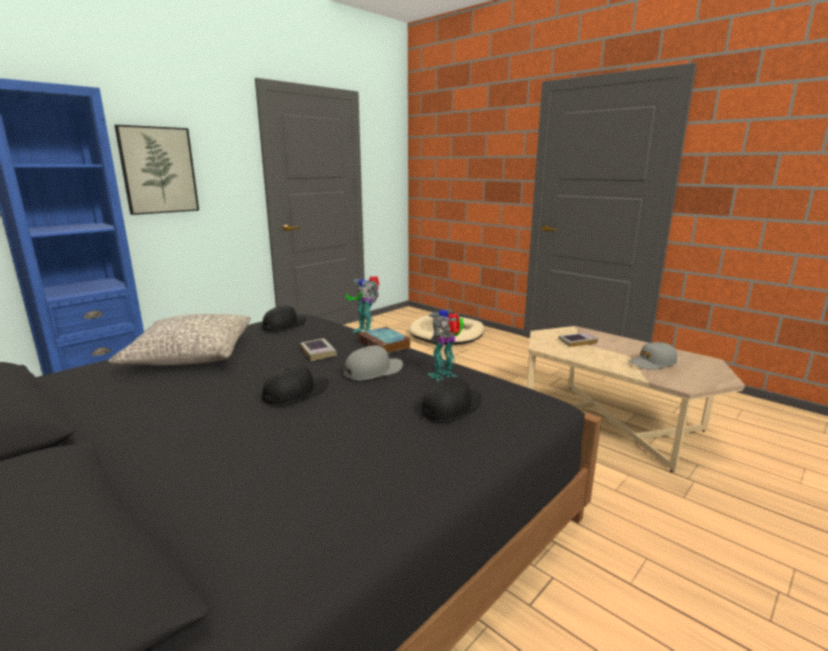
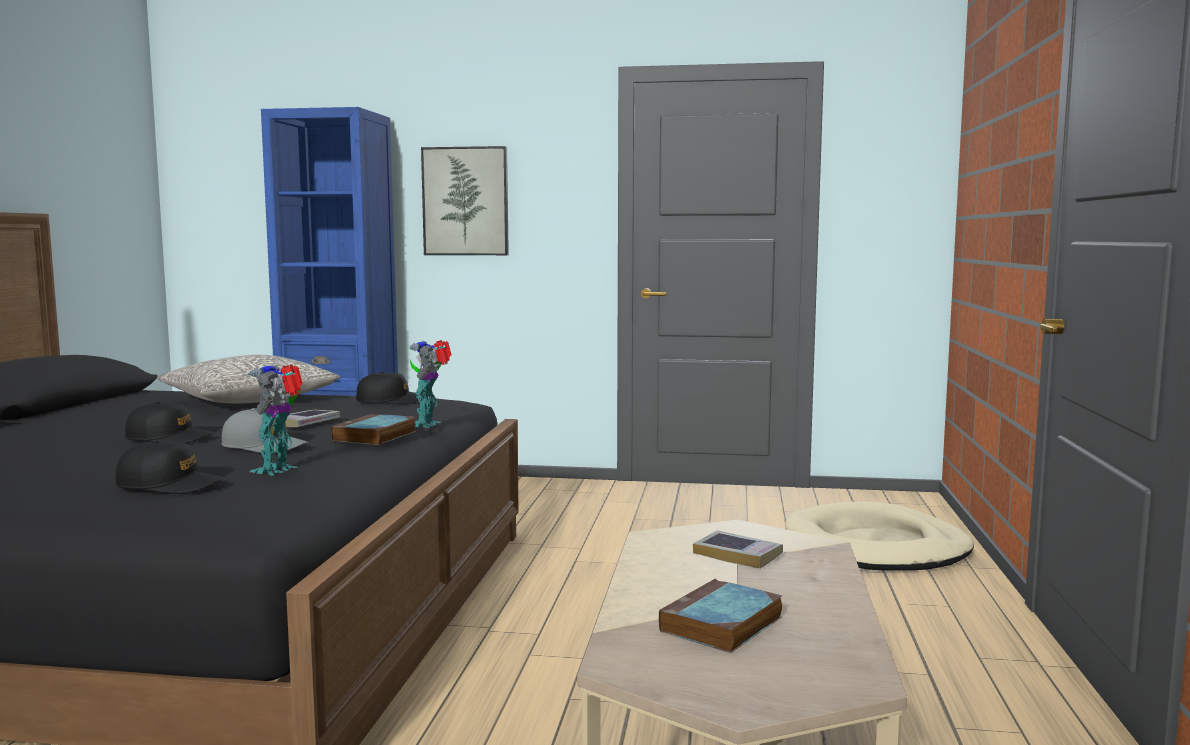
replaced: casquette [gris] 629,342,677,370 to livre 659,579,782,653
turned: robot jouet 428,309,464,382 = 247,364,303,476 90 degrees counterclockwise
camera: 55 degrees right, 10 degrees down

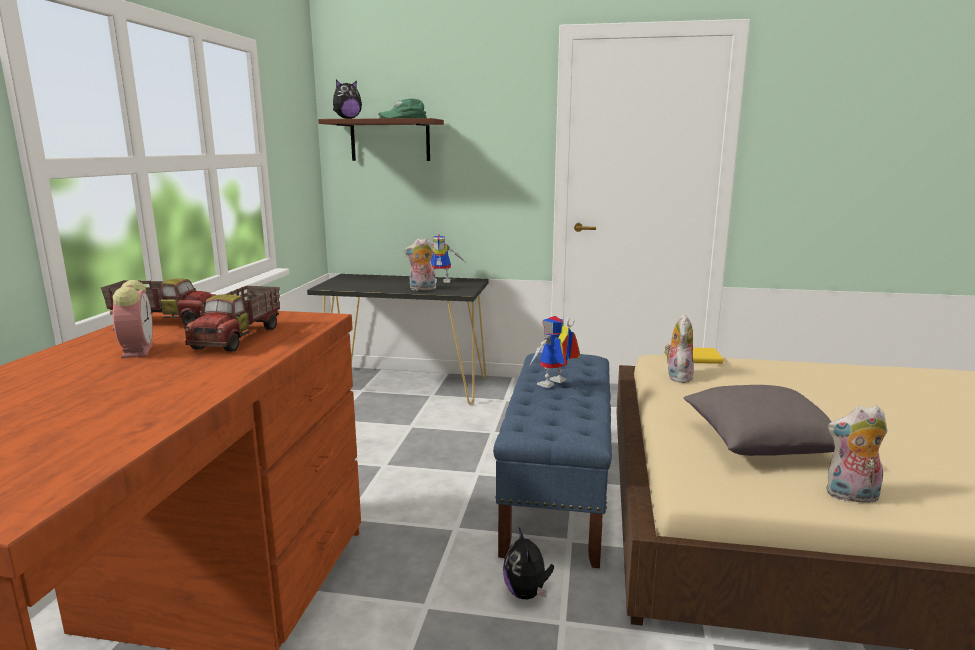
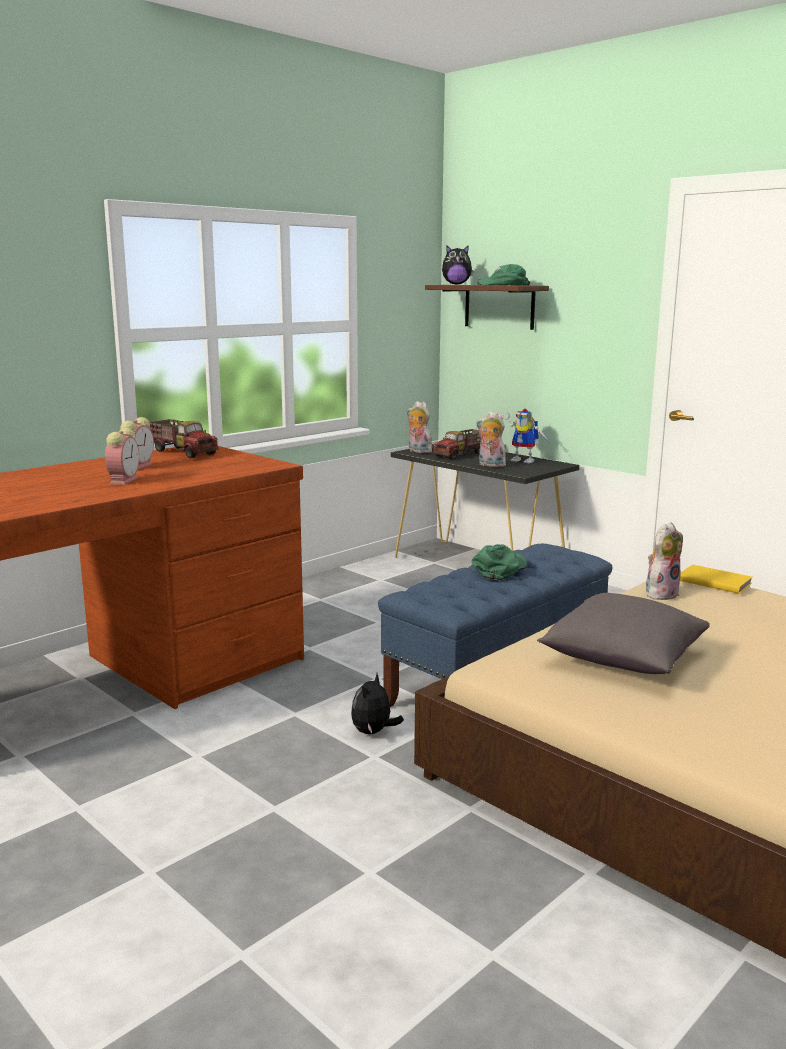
added: réveil 105,428,139,485
moved: camion jouet 184,286,280,352 to 433,429,481,459; peluche 826,405,887,506 to 406,401,432,453
replaced: robot jouet 529,316,580,388 to casquette [vert] 472,544,527,581
camera: 35 degrees right, 0 degrees up

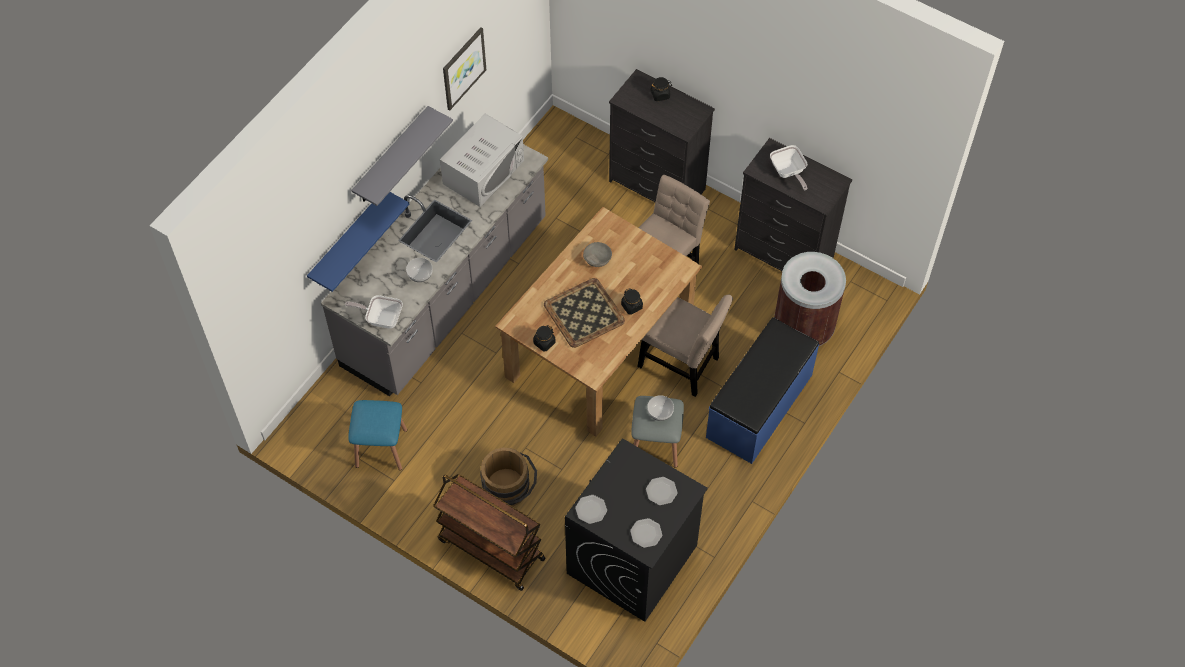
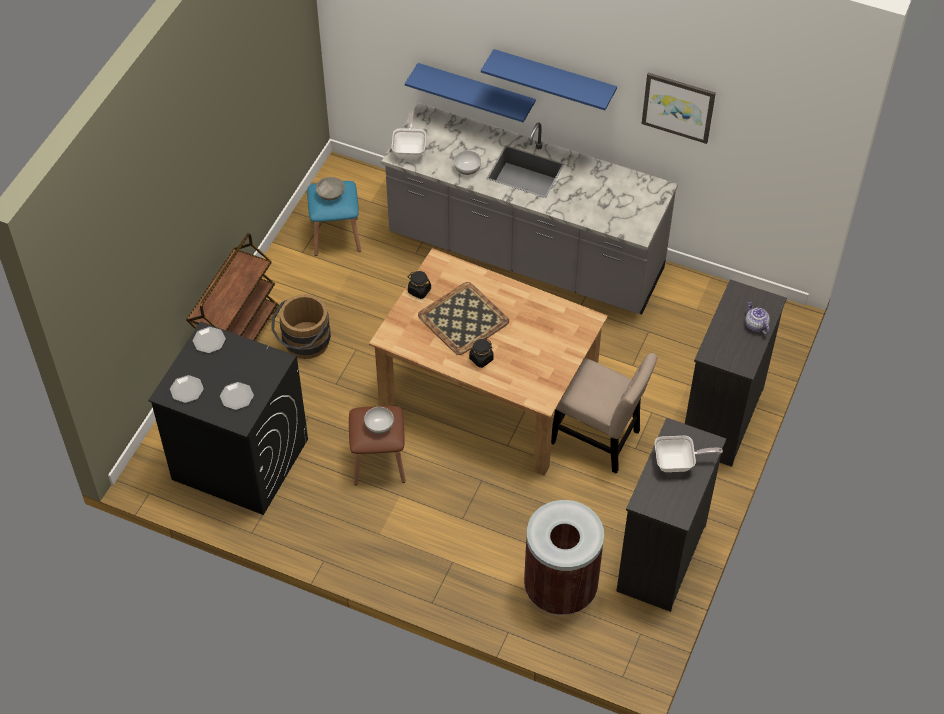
removed: micro-ondes [blanc] 440,114,524,207; chaise [beige] 637,294,733,397; banc [bleu] 706,317,819,464
moved: bol [gris] 583,242,612,267 to 316,177,345,200
replaced: bocal [noir] 650,77,672,101 to théière 745,301,770,334
recoloured: étagère [gris] 351,106,453,206 to étagère [bleu] 481,49,617,110; tabouret [gris] 631,396,684,468 to tabouret [marron] 349,406,406,485
turned: poêle 770,145,807,190 = 655,436,723,472 150 degrees counterclockwise
camera: 80 degrees right, 5 degrees down

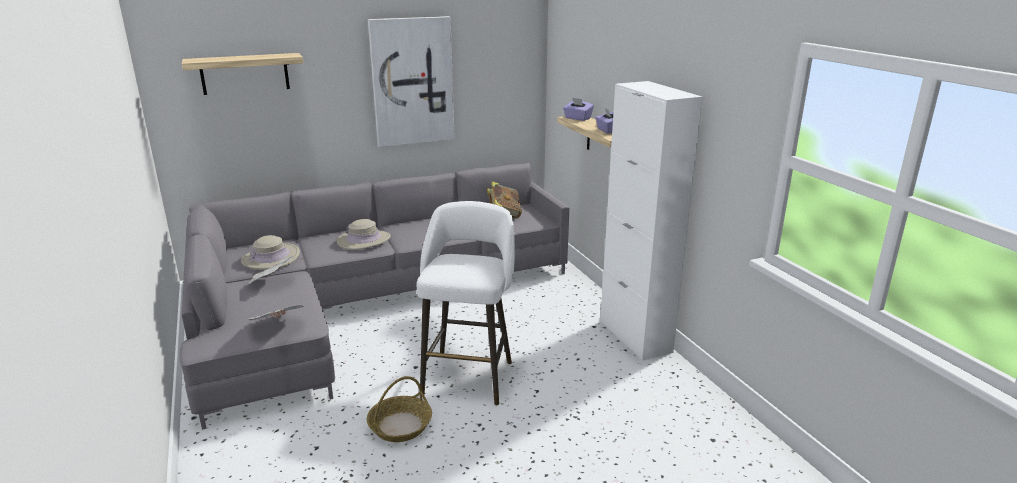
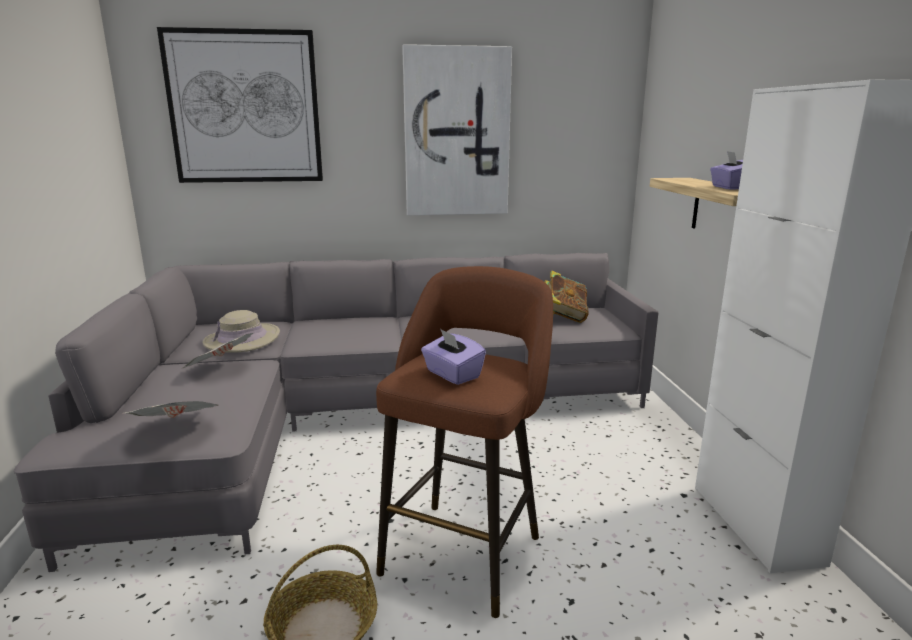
removed: chapeau [beige] 337,219,391,250
moved: boîte à mouchoirs [violet] 563,97,594,121 to 421,329,486,385
replaced: étagère 182,53,303,95 to tableau 157,27,323,183
recoloured: tabouret [blanc] 417,201,515,405 to tabouret [marron] 376,266,553,618
camera: 15 degrees right, 5 degrees down

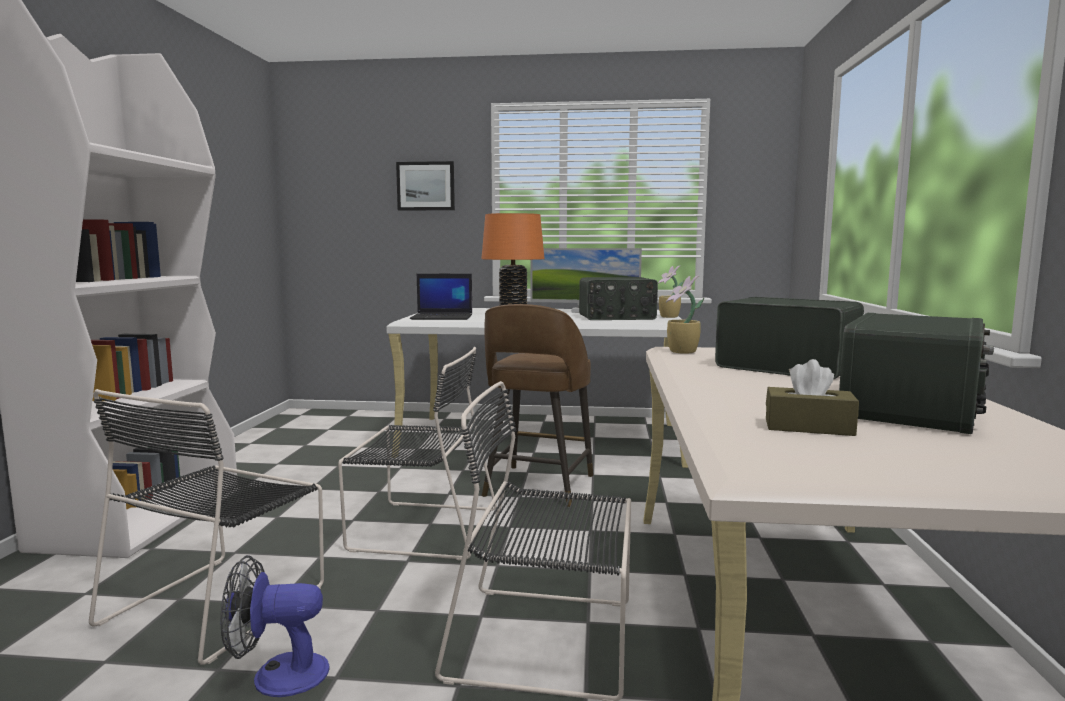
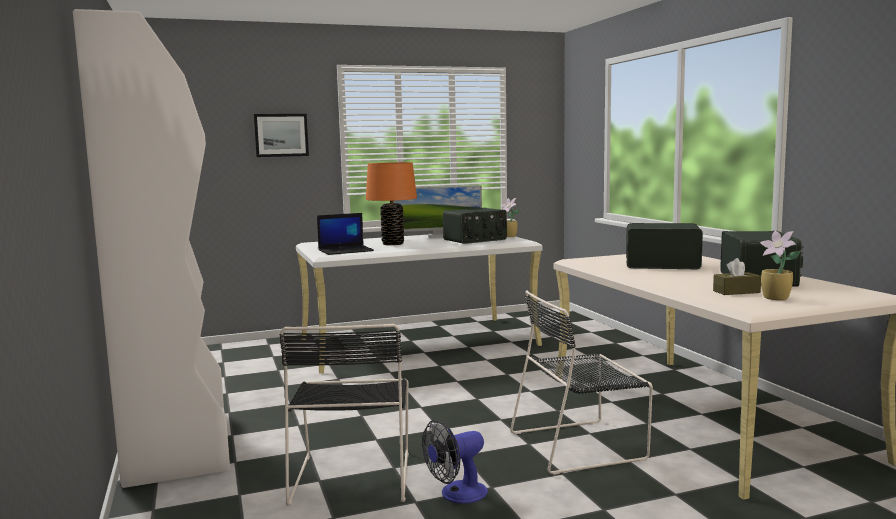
removed: chaise [noir] 338,347,497,560; tabouret [marron] 482,304,593,507
moved: plante en pot 666,276,704,354 to 760,231,801,300
camera: 25 degrees left, 0 degrees up

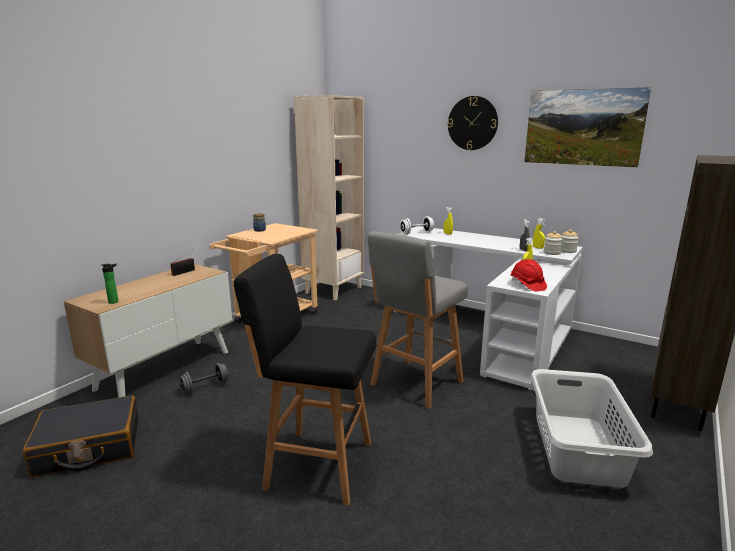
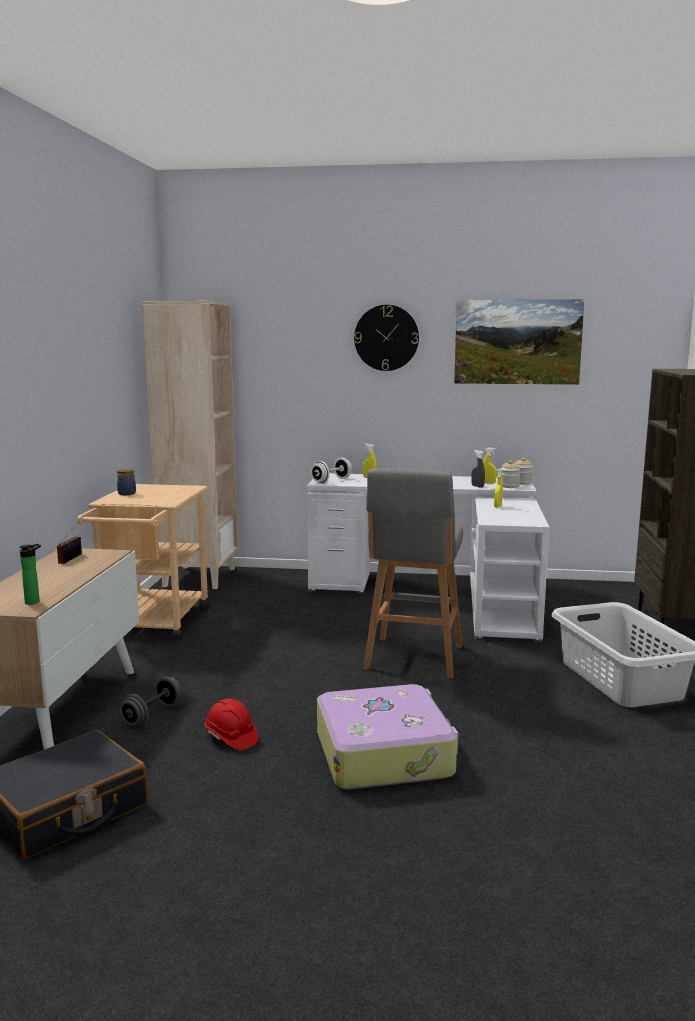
moved: casque de chantier [rouge] 510,259,547,291 to 205,699,259,750
replaced: tabouret [noir] 234,254,376,505 to valise 317,684,458,790
camera: 25 degrees left, 5 degrees down

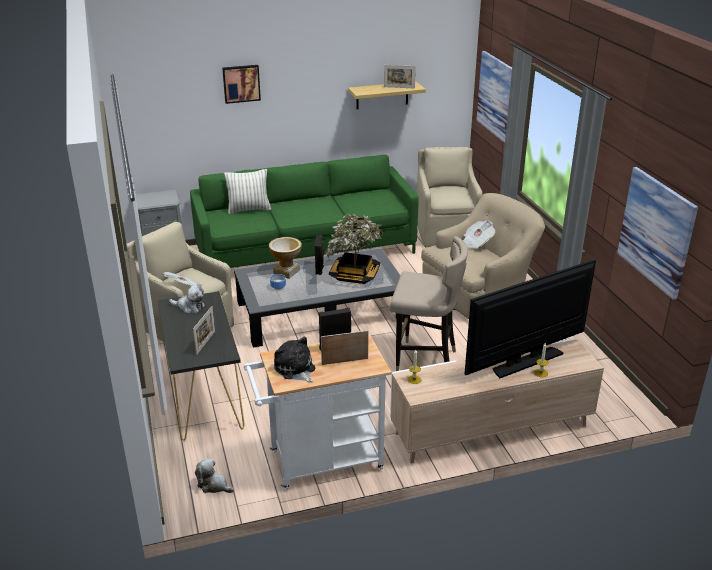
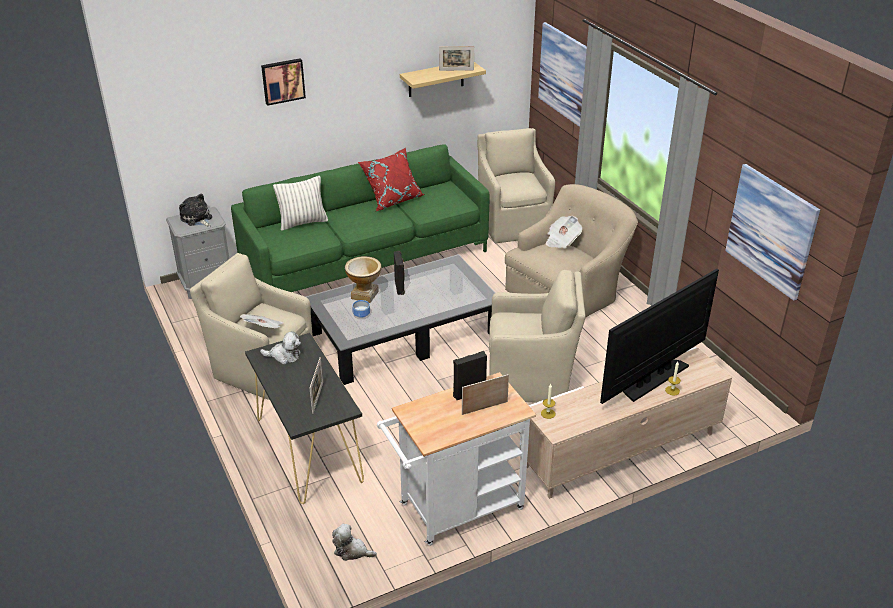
removed: plante en pot 324,213,384,284
added: coussin [rouge] 358,148,425,211
moved: peluche 274,337,315,383 to 179,193,212,226
replaced: tabouret [beige] 390,236,468,371 to fauteuil [beige] 489,270,586,403
camera: 10 degrees left, 5 degrees up

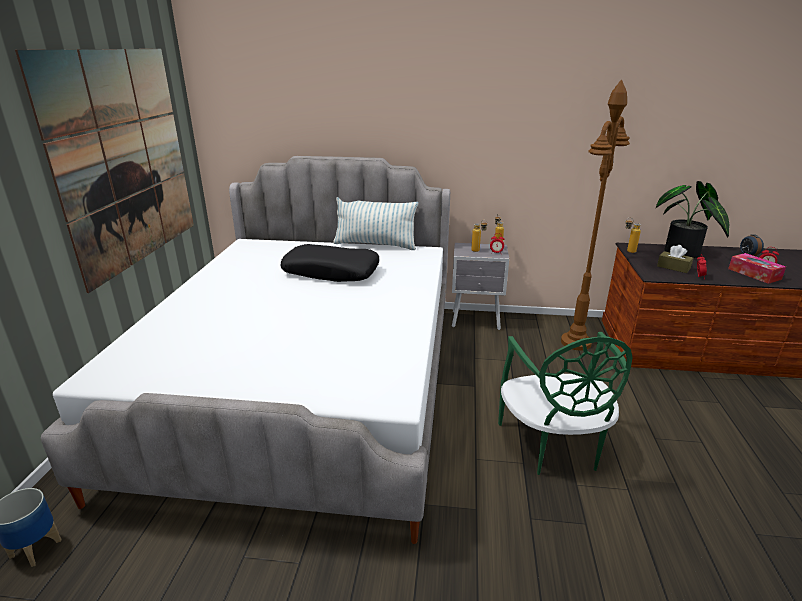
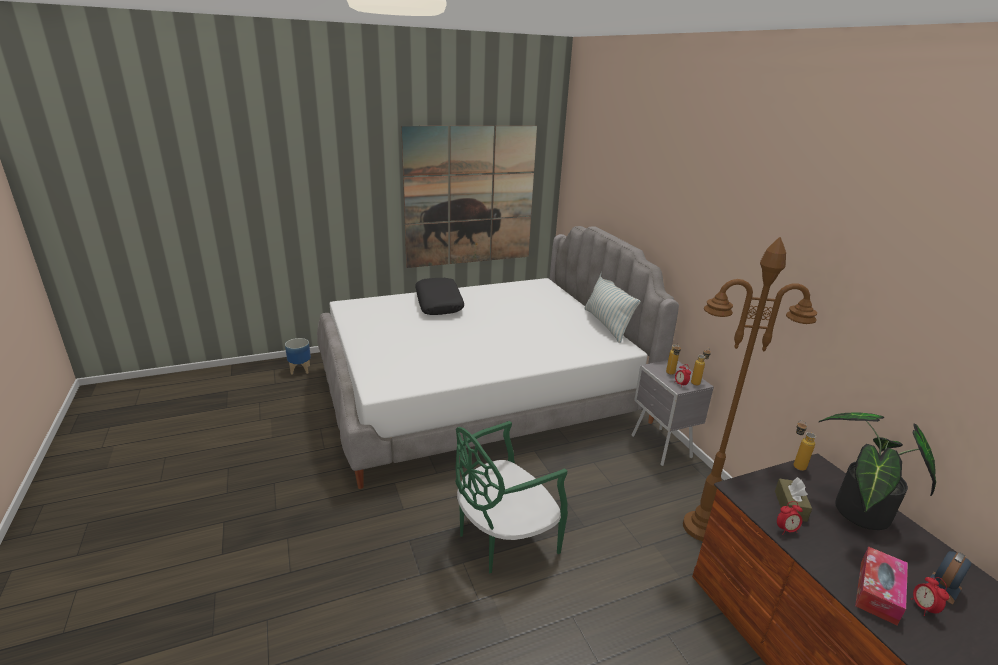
moved: coussin [noir] 280,244,379,282 to 415,278,464,315
camera: 60 degrees right, 0 degrees up

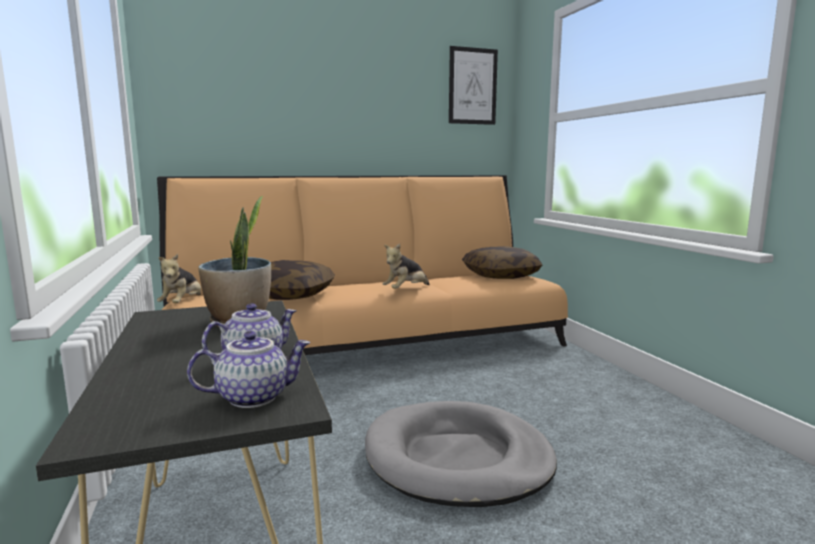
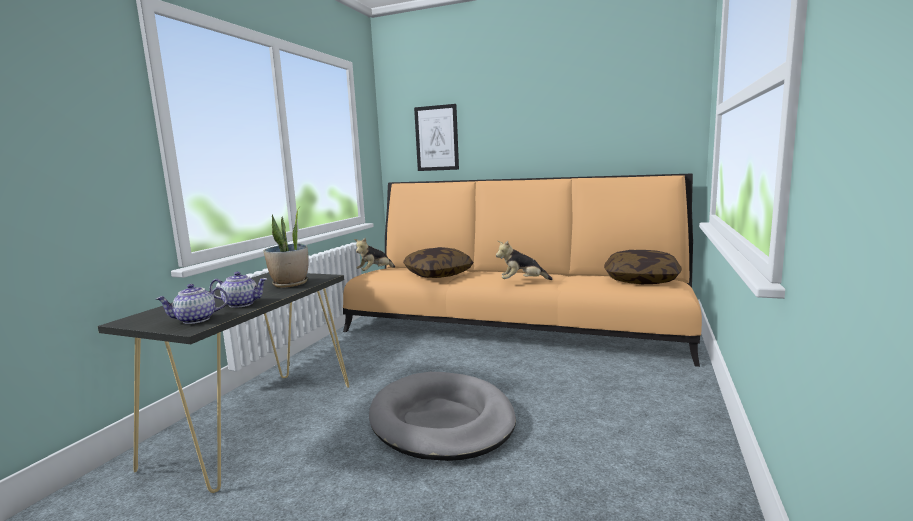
moved: tableau 449,46,498,125 to 414,104,459,171
turned: théière 187,331,310,408 = 156,284,228,324 135 degrees clockwise
camera: 40 degrees right, 0 degrees up

